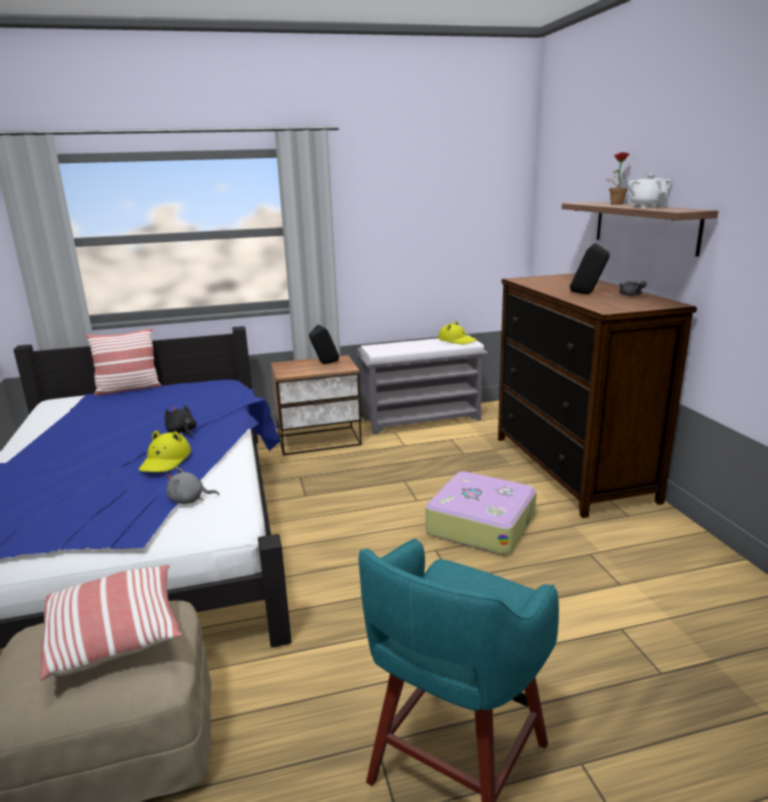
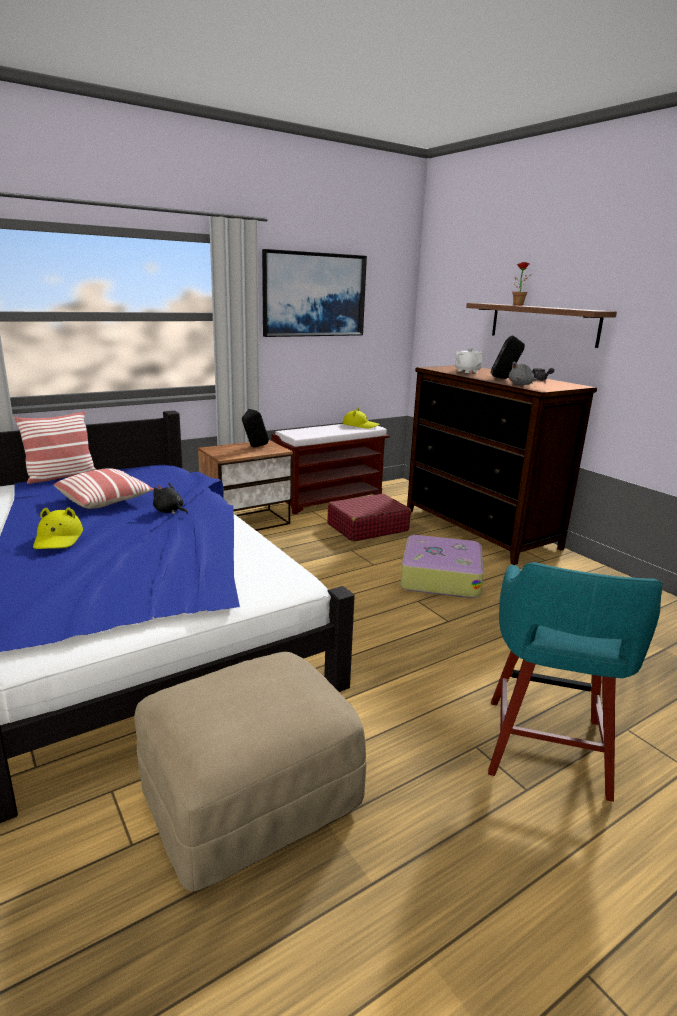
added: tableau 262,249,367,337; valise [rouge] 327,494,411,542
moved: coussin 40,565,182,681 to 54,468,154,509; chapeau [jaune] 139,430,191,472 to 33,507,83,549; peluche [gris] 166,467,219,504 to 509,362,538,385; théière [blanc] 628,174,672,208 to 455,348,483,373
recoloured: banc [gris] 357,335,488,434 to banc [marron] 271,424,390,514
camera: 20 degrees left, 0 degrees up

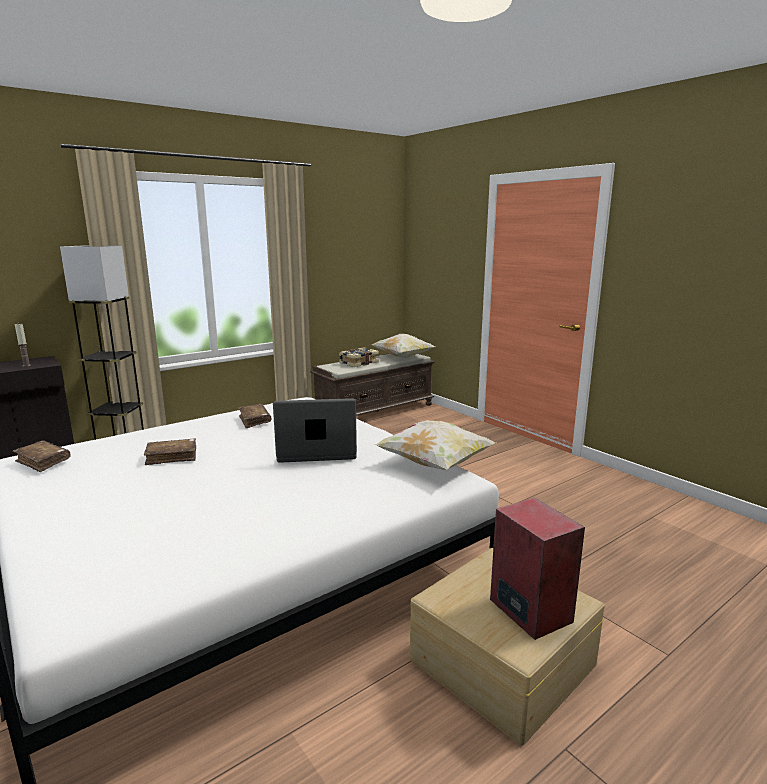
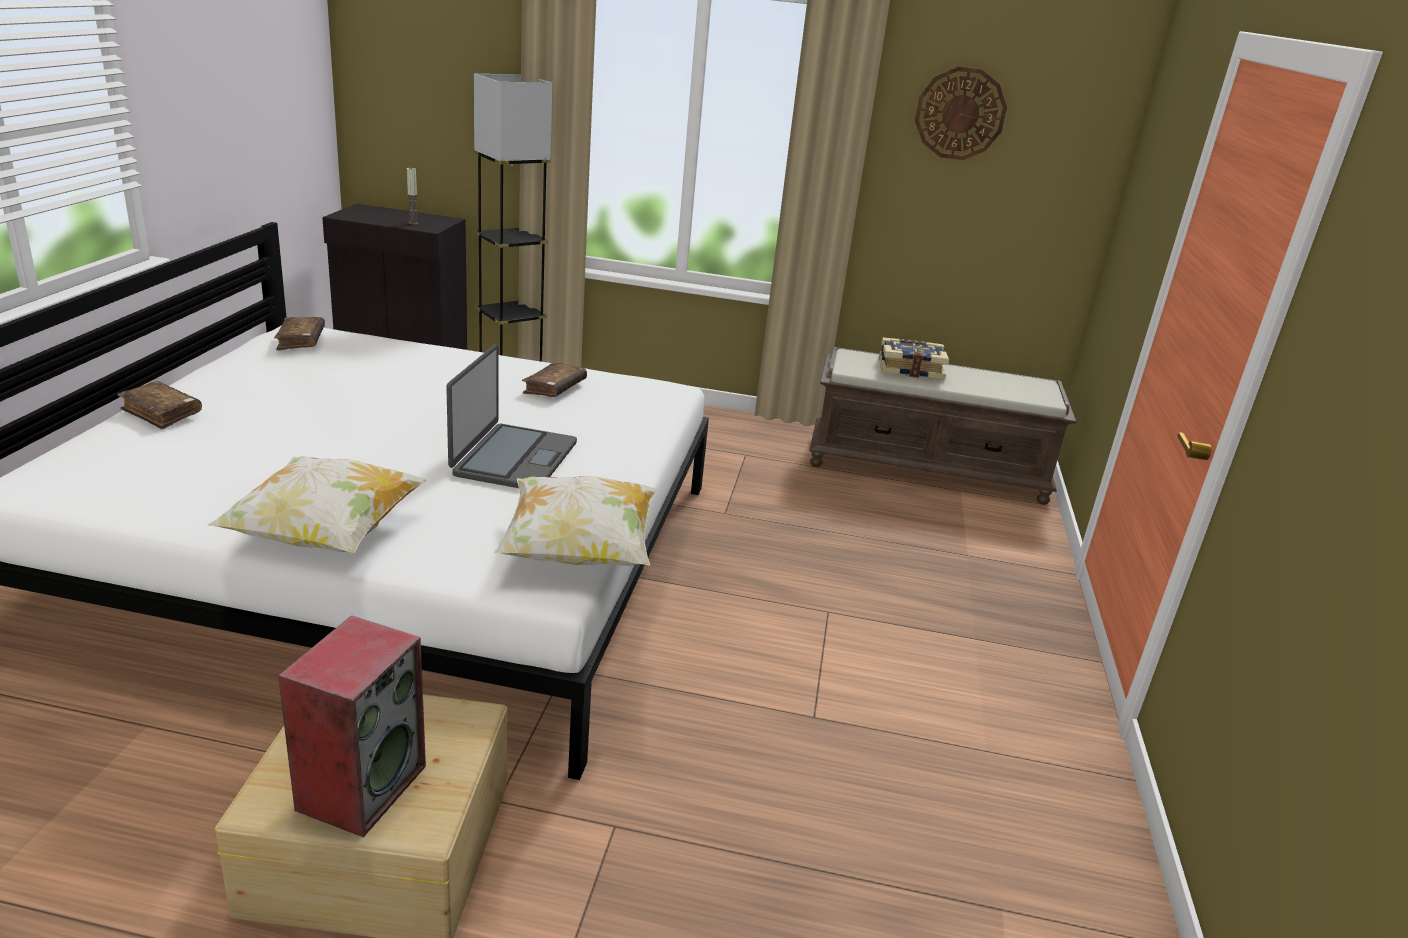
added: horloge murale 915,67,1007,160
moved: livre [marron] 144,438,196,465 to 117,381,202,429; coussin 372,334,435,358 to 206,456,427,553
turned: ordinateur portable 273,398,357,463 = 446,344,577,488 60 degrees clockwise
camera: 45 degrees right, 10 degrees up

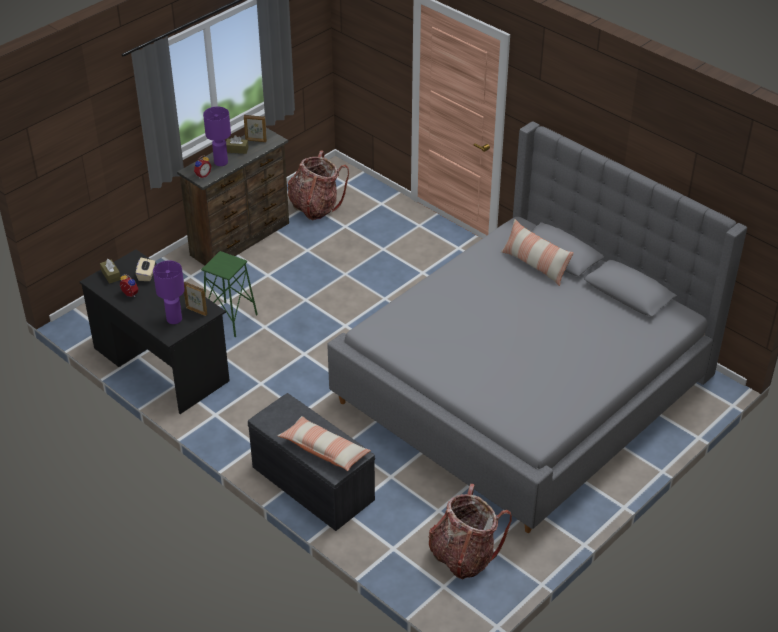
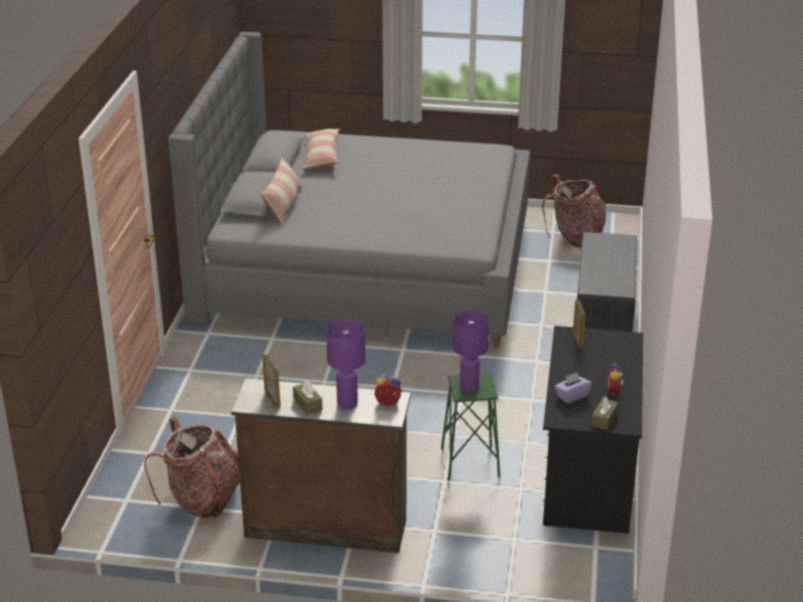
moved: lampe de table [violet] 153,261,185,324 to 453,310,489,393; coussin 277,416,371,471 to 301,129,340,169
recoloured: boîte à mouchoirs [beige] 136,258,155,281 to boîte à mouchoirs [violet] 555,372,592,404
camera: 125 degrees left, 10 degrees down

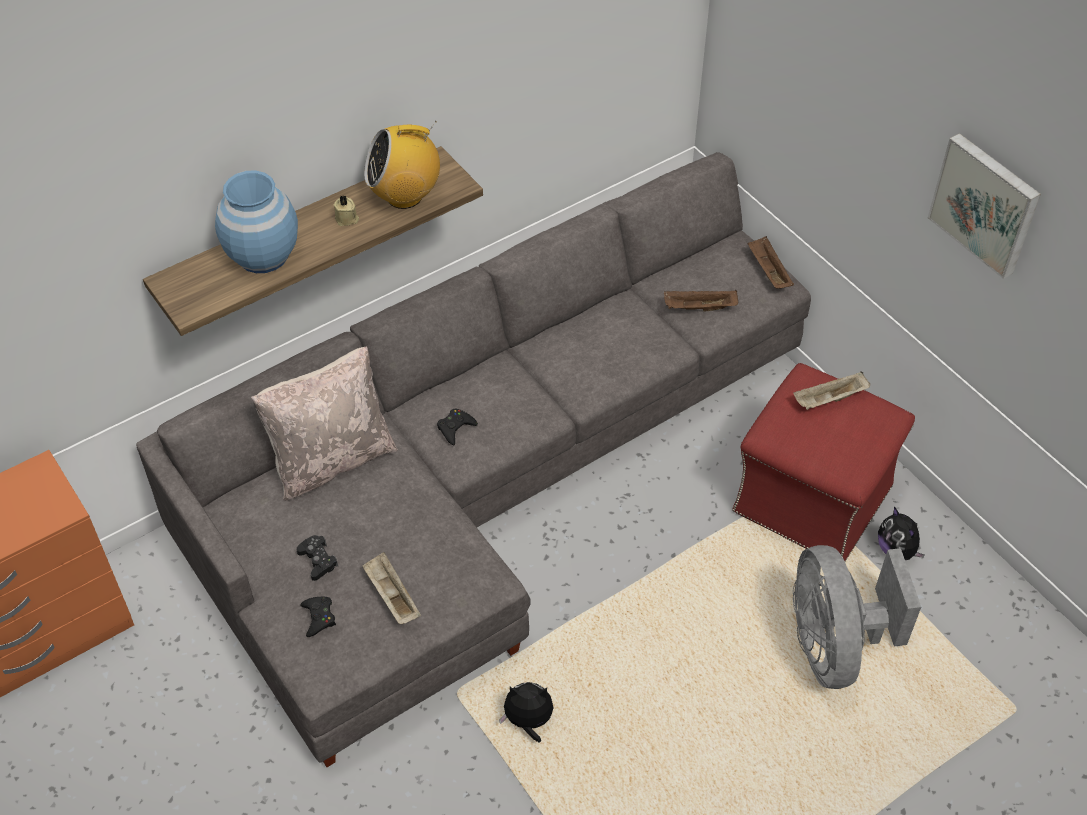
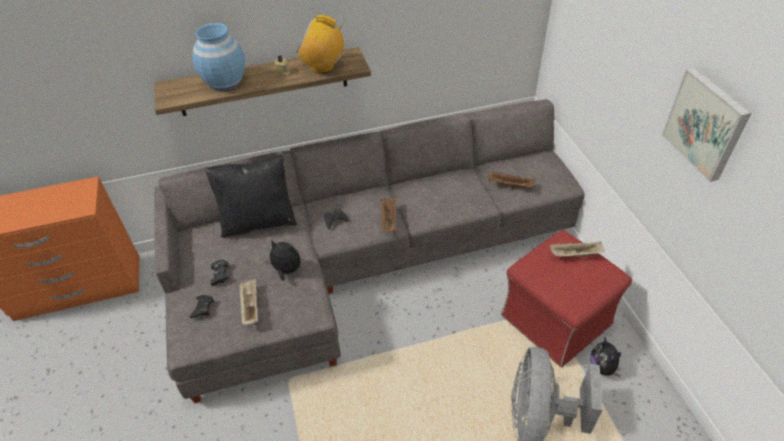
moved: peluche 499,682,553,743 to 265,239,301,281; plateau [marron] 747,236,794,289 to 381,197,396,232
recoloured: coussin [beige] 251,347,398,501 to coussin [noir] 204,154,297,238
camera: 20 degrees right, 5 degrees down

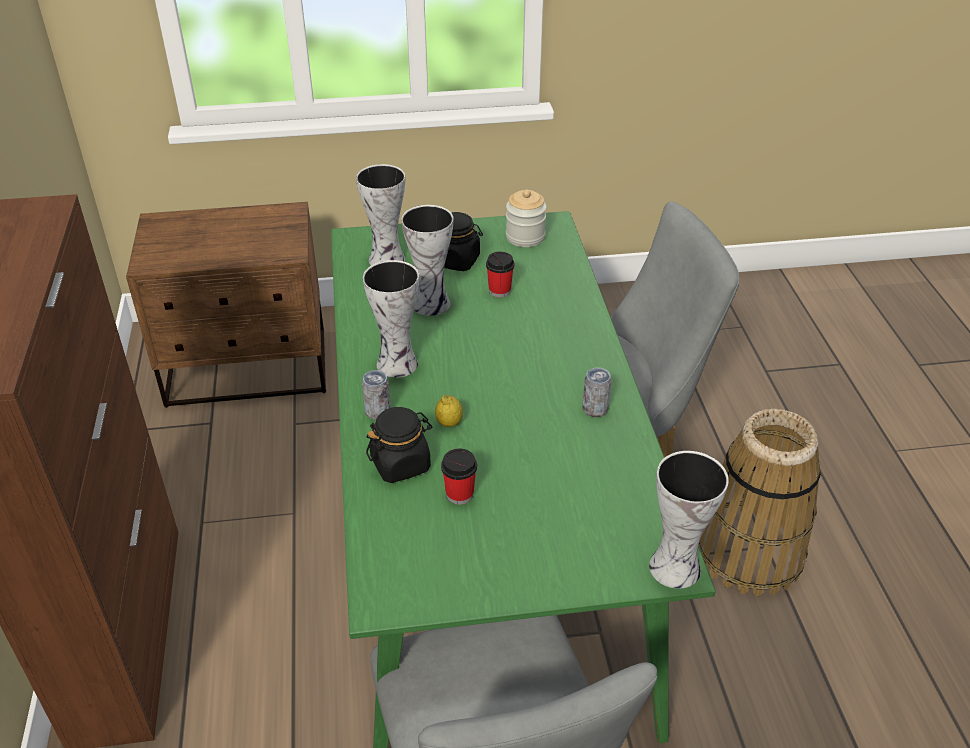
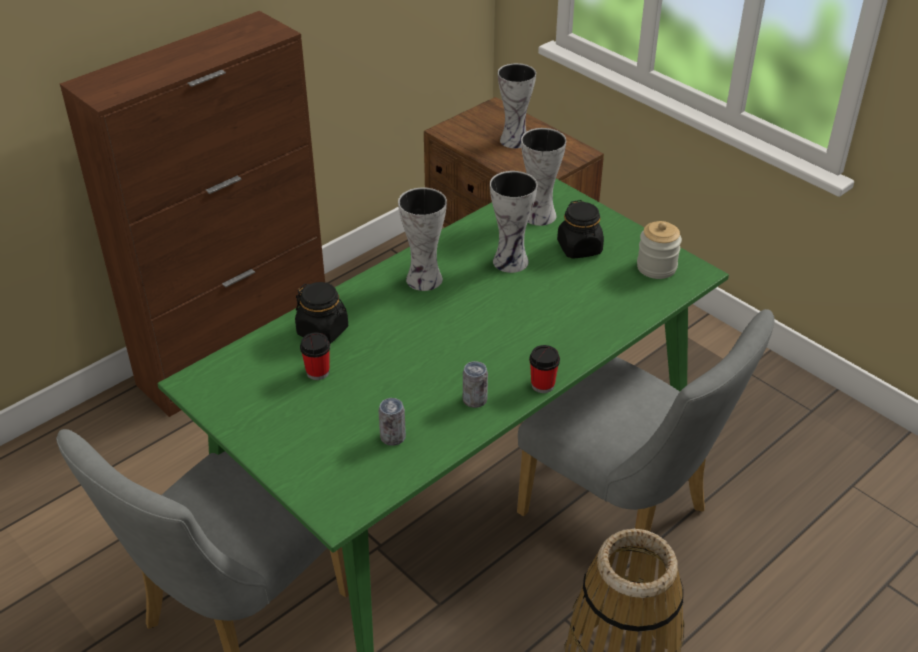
removed: citron 435,395,463,427
moved: boîte métallique 362,370,391,420 to 378,398,406,446; tasse 486,252,514,298 to 529,345,560,393; vase 649,451,729,589 to 498,63,536,148
camera: 55 degrees right, 0 degrees up

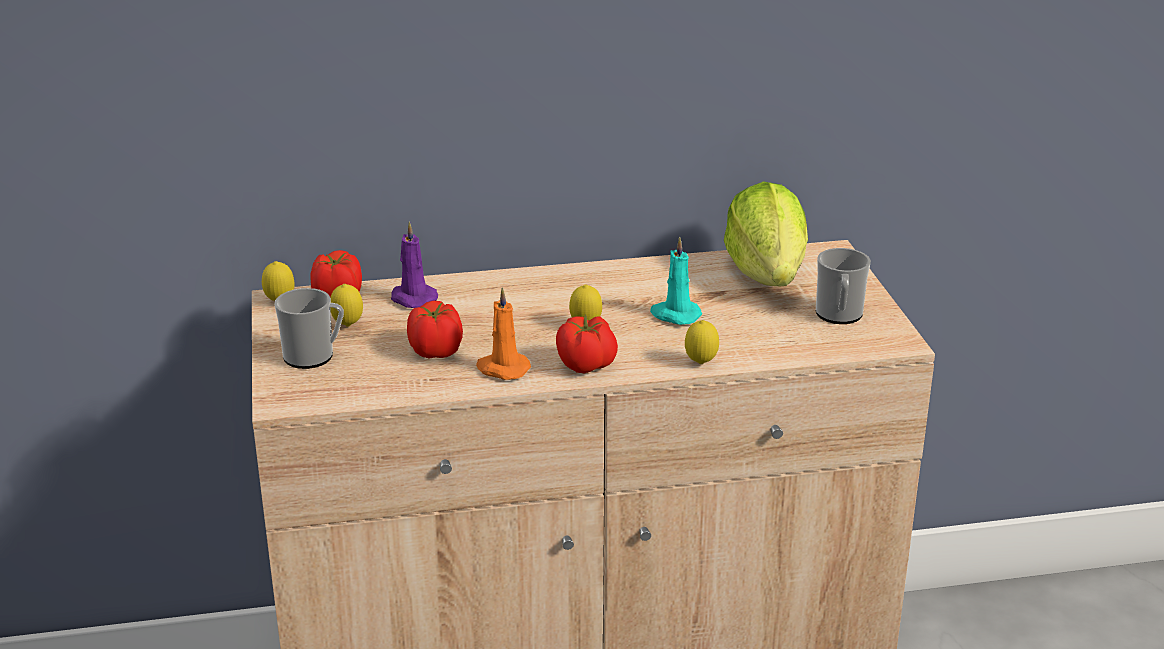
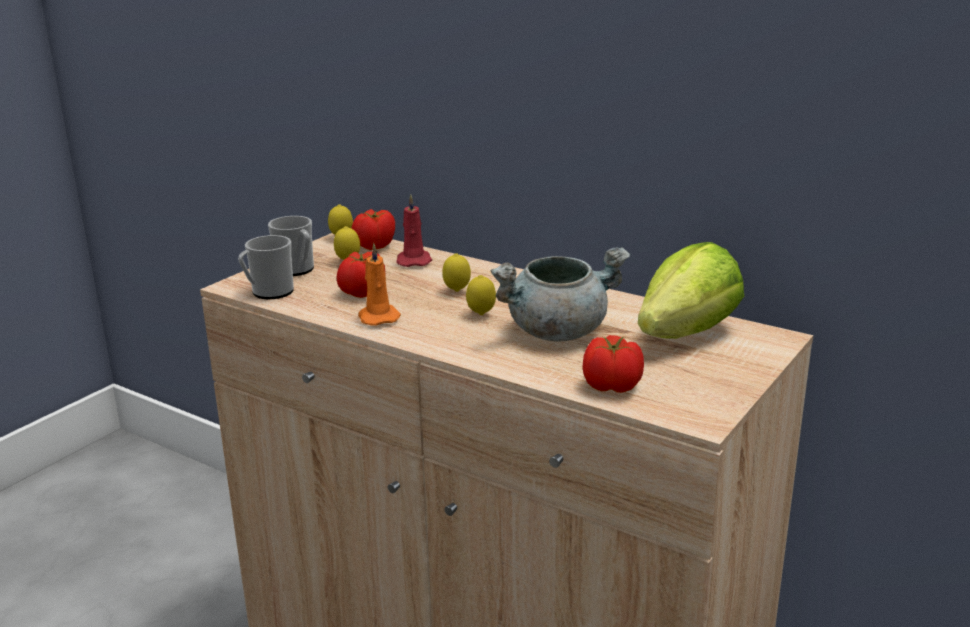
moved: tomate 556,314,618,373 to 582,335,644,393; citron 685,320,719,364 to 442,253,471,292; mug 816,248,871,324 to 238,235,294,299
replaced: bougie [turquoise] 650,237,702,325 to marmite [gris] 491,247,630,342
recoloured: bougie [violet] 391,222,438,308 to bougie [rouge] 396,195,432,267
camera: 45 degrees right, 5 degrees down

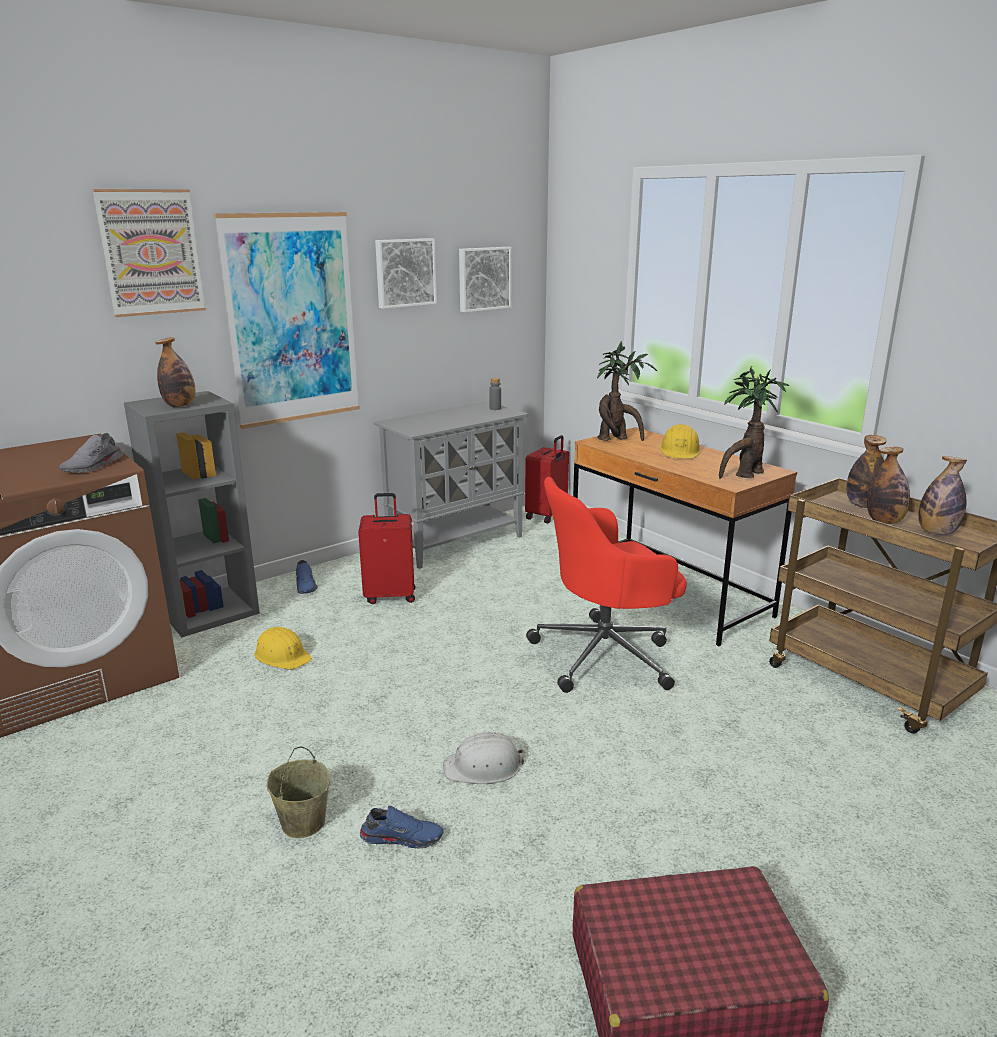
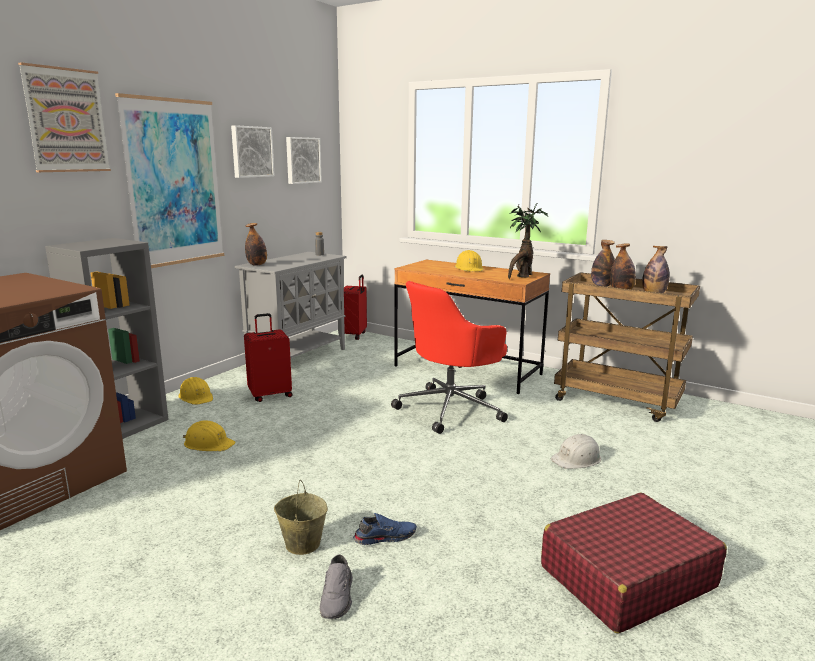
removed: plante en pot 597,341,658,441
moved: chaussure [gris] 59,433,123,473 to 320,554,353,619; bouteille 155,337,196,407 to 245,223,267,266; casque de chantier [blanc] 443,732,525,784 to 551,434,601,469
replaced: chaussure [bleu] 296,560,317,594 to casque de chantier [jaune] 178,377,213,405
camera: 20 degrees left, 5 degrees down

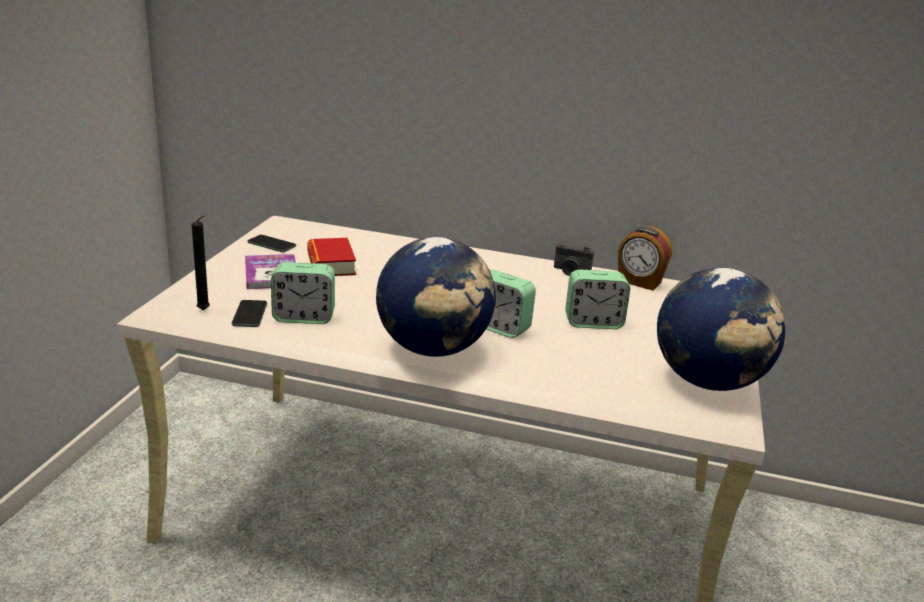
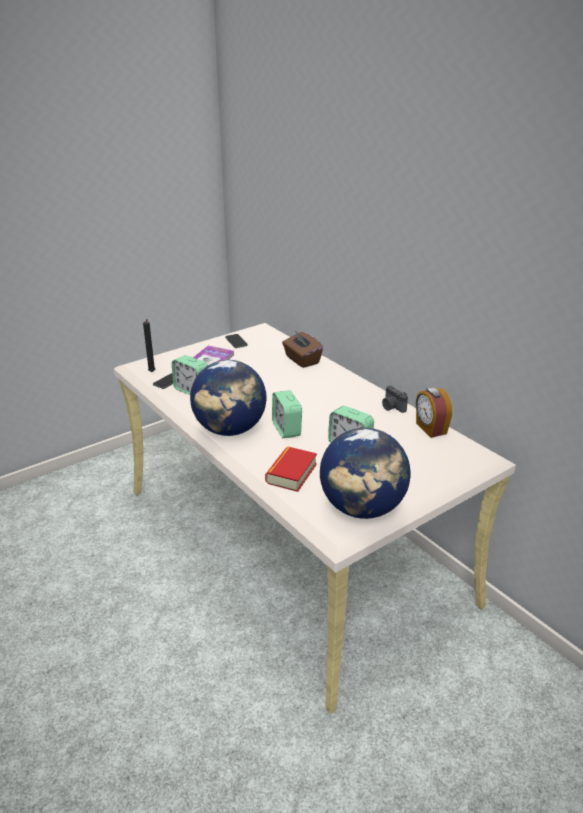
added: boîte à mouchoirs [marron] 282,331,323,368
moved: livre 307,238,356,276 to 265,447,317,492
camera: 40 degrees right, 5 degrees up

